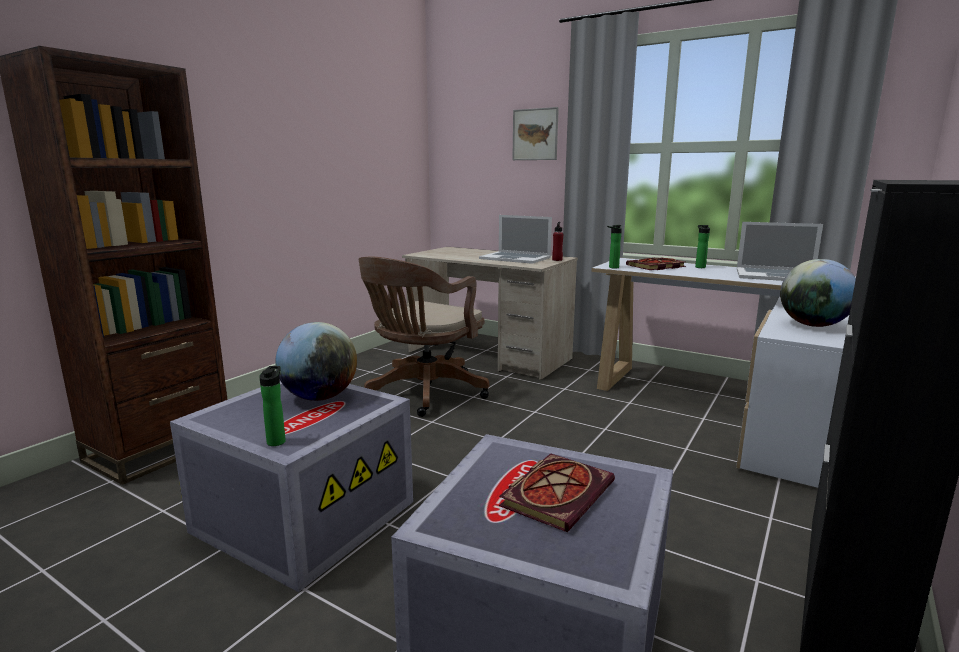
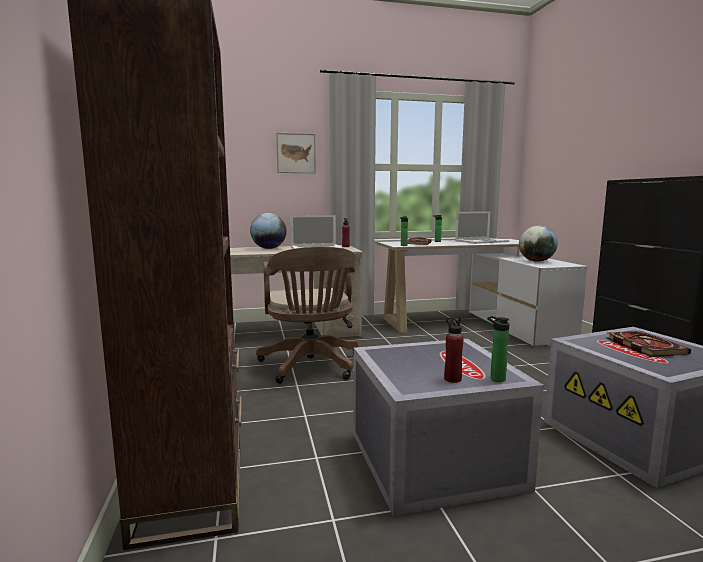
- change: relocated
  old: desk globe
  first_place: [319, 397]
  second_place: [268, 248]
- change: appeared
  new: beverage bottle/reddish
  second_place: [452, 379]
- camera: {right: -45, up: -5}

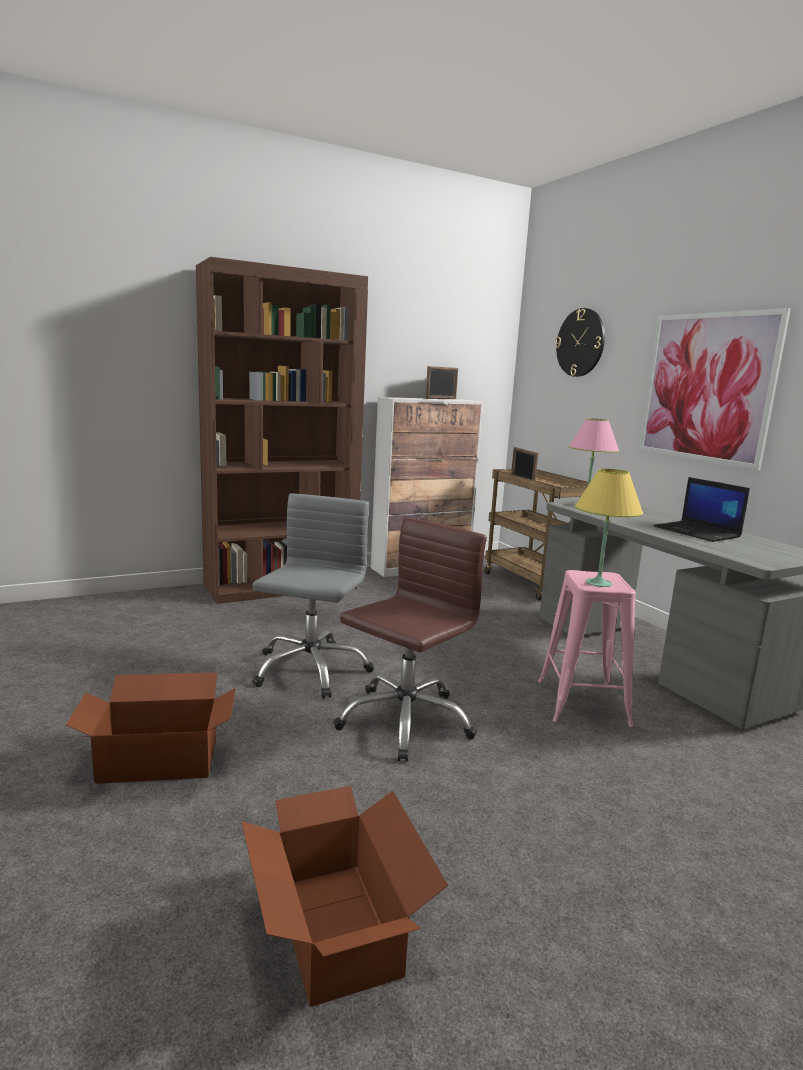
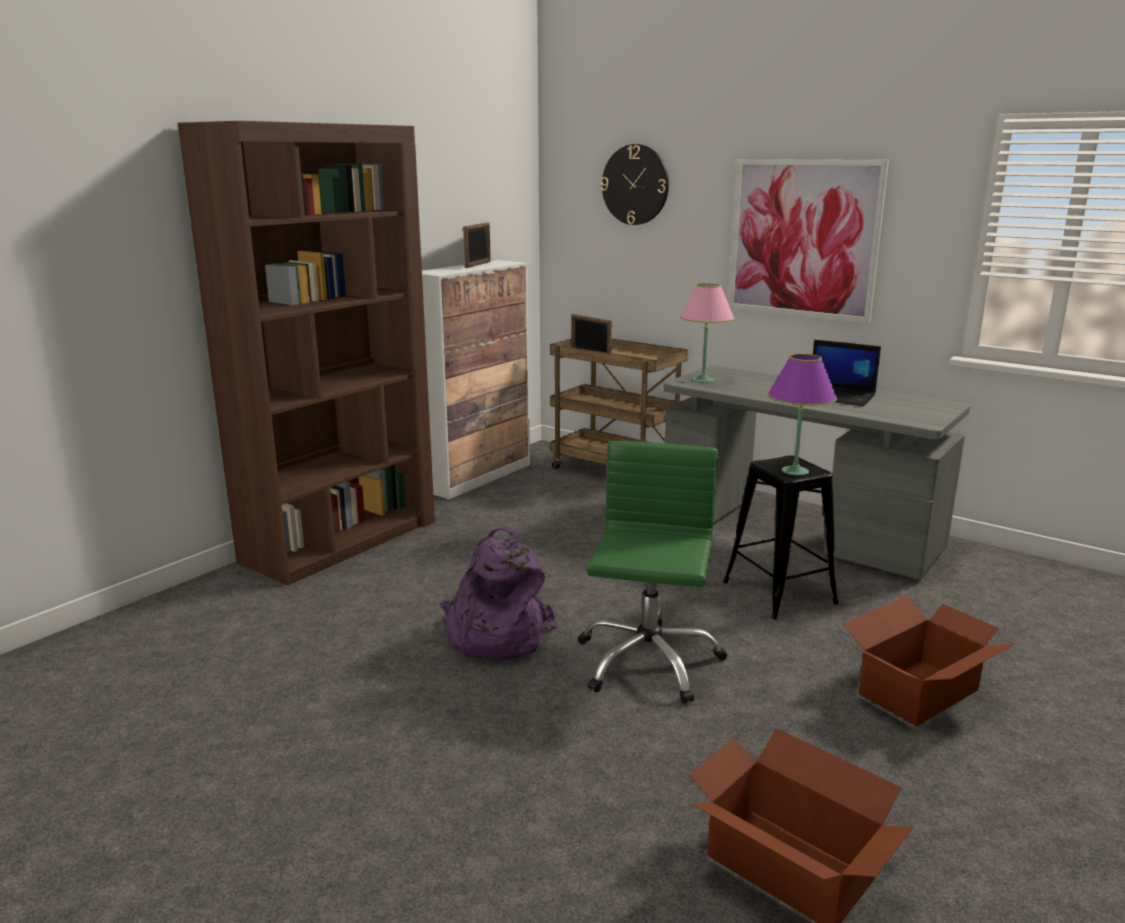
- change: colour
  old: table lamp/yellow-coloured
  new: table lamp/purplish
  first_place: [598, 583]
  second_place: [795, 471]
- change: exchanged
  old: computer chair/gray
  new: rucksack/purplish
  first_place: [310, 669]
  second_place: [494, 635]
- change: colour
  old: computer chair/brown-coloured
  new: computer chair/green-coloured
  first_place: [405, 720]
  second_place: [647, 661]
- change: colour
  old: stool/pink
  new: stool/black-coloured
  first_place: [582, 702]
  second_place: [779, 592]
- change: relocated
  old: carton
  first_place: [157, 760]
  second_place: [916, 691]
- camera: {right: -25, up: 5}

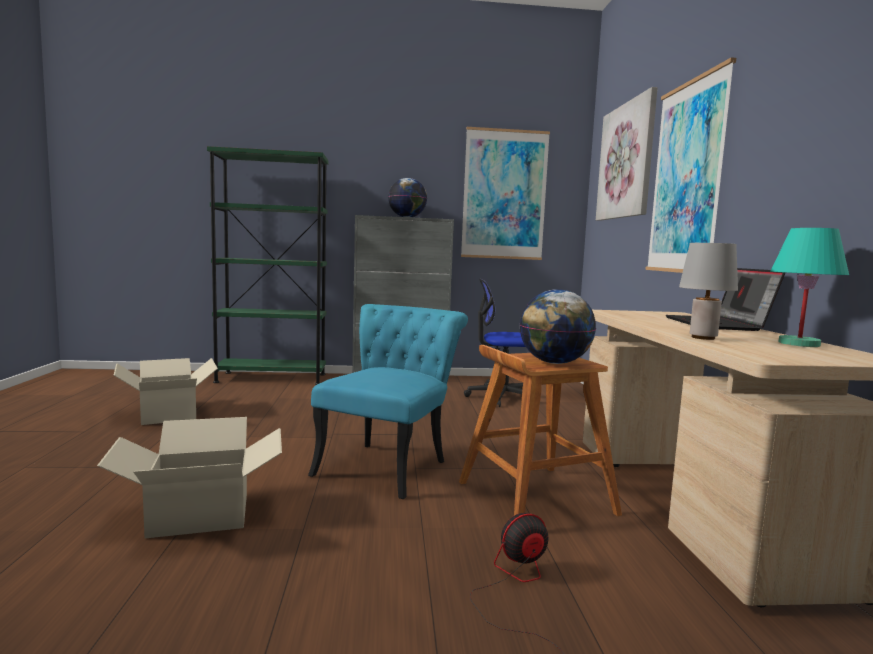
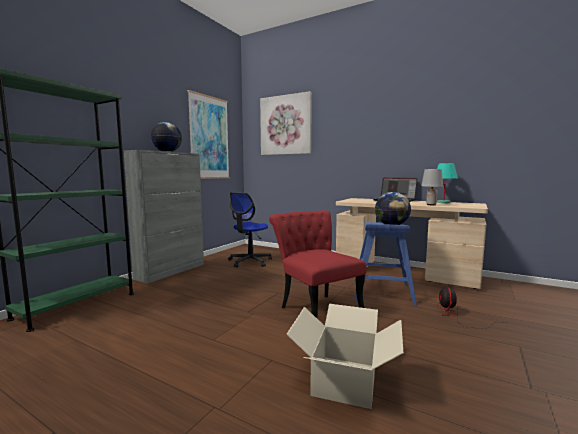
- change: missing
  old: picture
  first_place: [687, 178]
- change: colour
  old: plain chair/blue-green
  new: plain chair/reddish
  first_place: [388, 464]
  second_place: [316, 308]
- change: colour
  old: stool/brown-coloured
  new: stool/blue-coloured
  first_place: [534, 497]
  second_place: [382, 291]
- change: missing
  old: carton
  first_place: [169, 414]
- camera: {right: -55, up: 0}

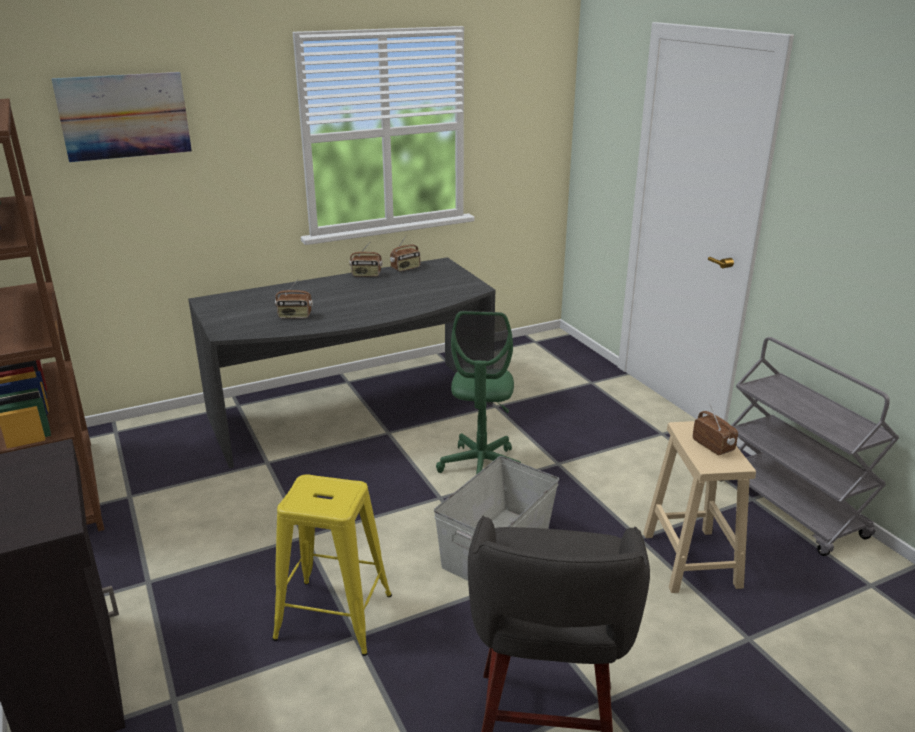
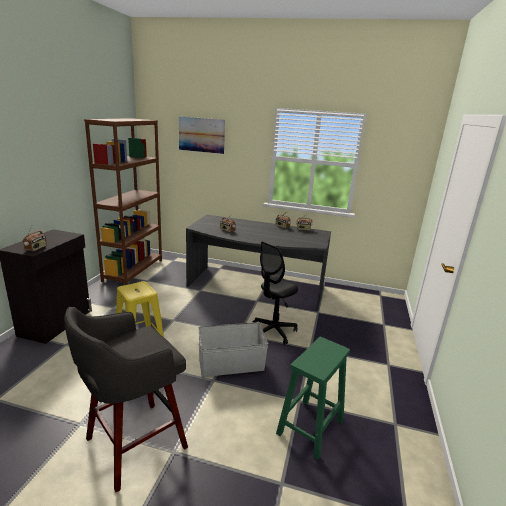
- change: colour
  old: computer chair/green-coloured
  new: computer chair/black-coloured
  first_place: [481, 467]
  second_place: [273, 331]
- change: missing
  old: trolley/gray
  first_place: [791, 508]
- change: relocated
  old: radio
  first_place: [713, 446]
  second_place: [36, 248]
- change: colour
  old: stool/beige
  new: stool/green-coloured
  first_place: [690, 558]
  second_place: [310, 426]
- camera: {right: 40, up: -5}

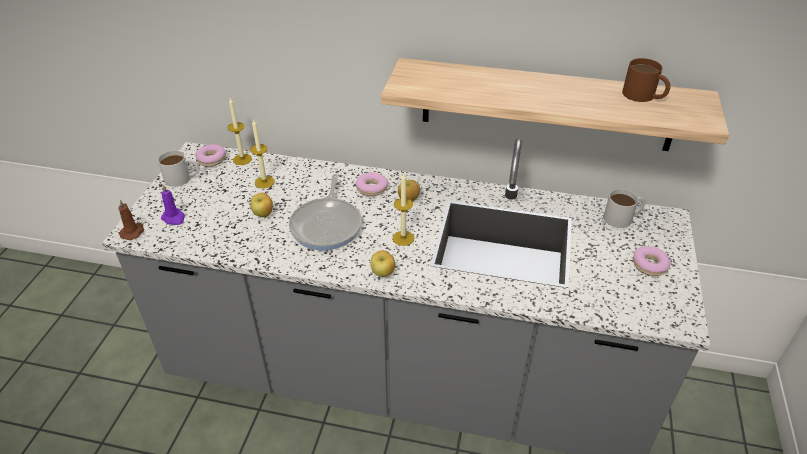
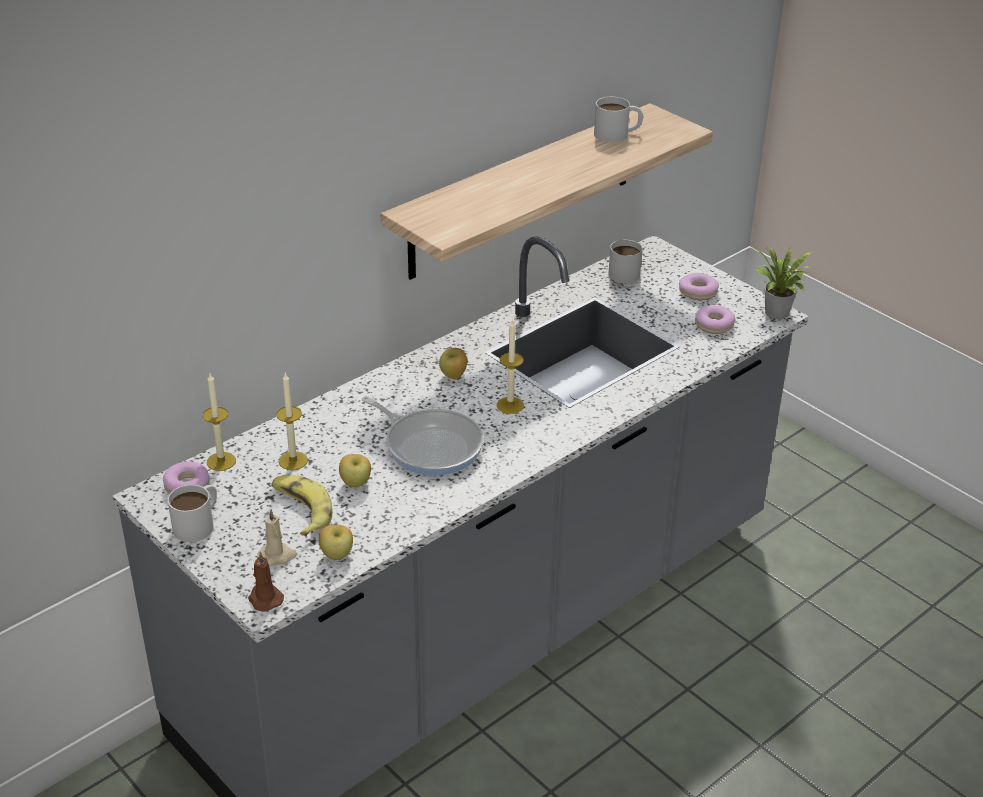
- change: colour
  old: mug/brown-coloured
  new: mug/white
  first_place: [644, 96]
  second_place: [617, 134]
- change: relocated
  old: doughnut
  first_place: [372, 188]
  second_place: [714, 325]
- change: colour
  old: wax candle/purplish
  new: wax candle/beige
  first_place: [174, 218]
  second_place: [277, 556]
- change: relocated
  old: whole apple
  first_place: [383, 273]
  second_place: [337, 555]
- change: appeared
  new: plant in a pot
  second_place: [776, 314]
- change: appeared
  new: whole banana
  second_place: [301, 510]
- camera: {right: -55, up: -5}

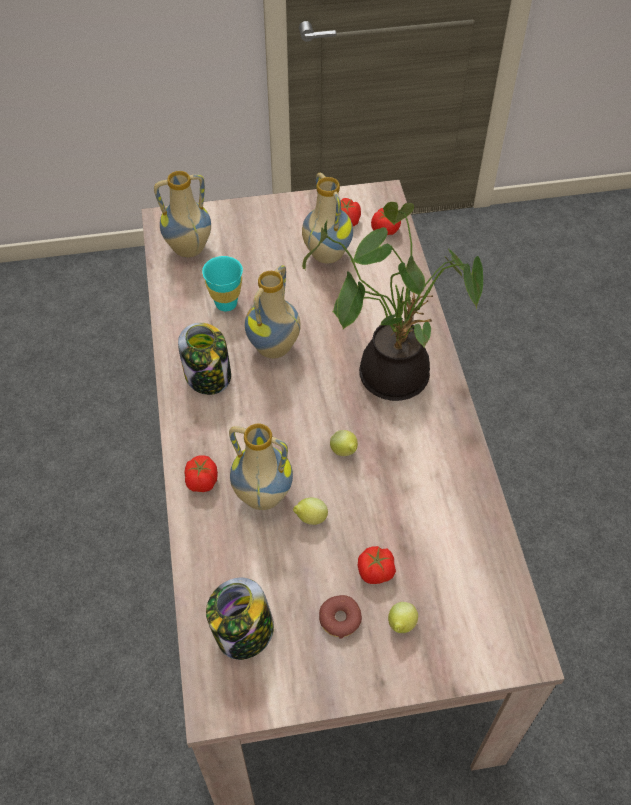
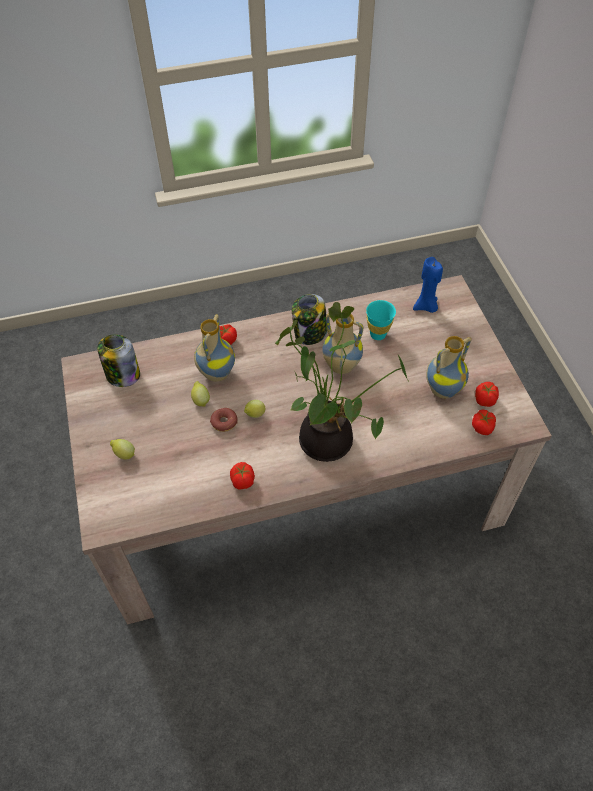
- change: exchanged
  old: vase
  new: wax candle/blue-coloured
  first_place: [189, 250]
  second_place: [426, 307]
- change: relocated
  old: whole tomato
  first_place: [376, 572]
  second_place: [242, 481]
- change: relocated
  old: doughnut
  first_place: [340, 619]
  second_place: [224, 422]
- camera: {right: 85, up: 0}

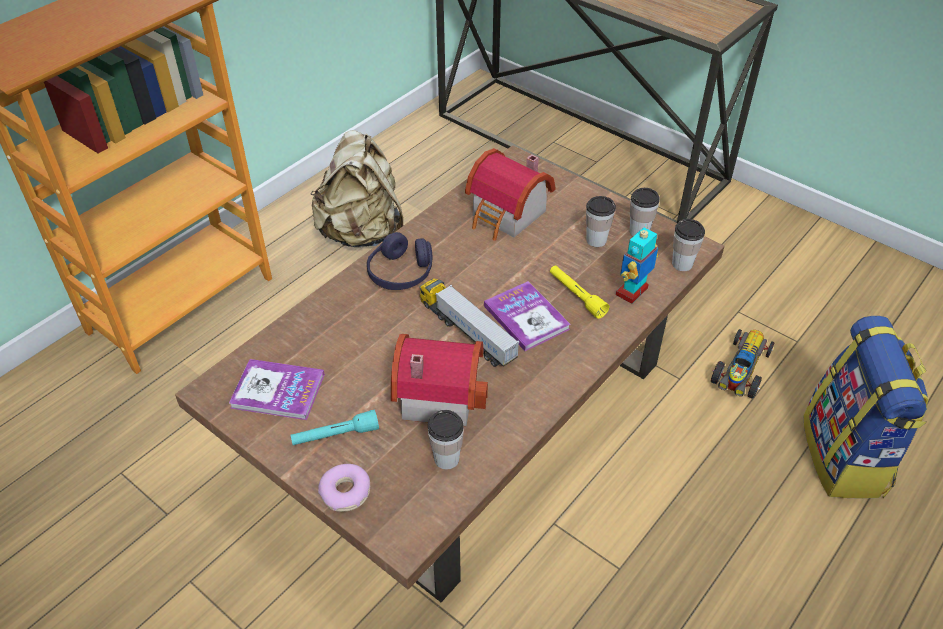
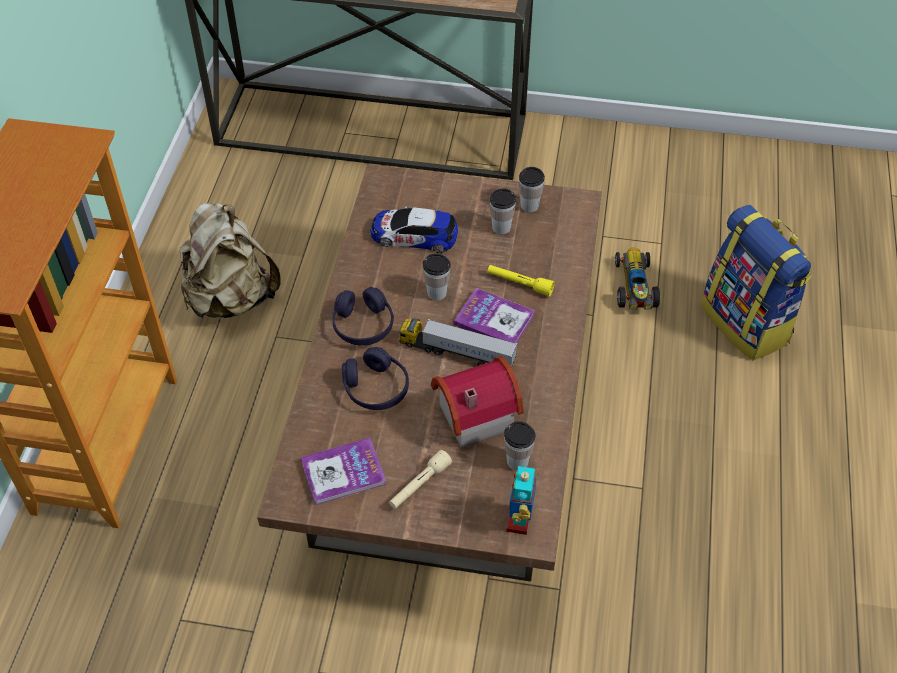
- change: exchanged
  old: miniature house
  new: toy car
  first_place: [507, 216]
  second_place: [414, 235]
- change: relocated
  old: small cup
  first_place: [682, 264]
  second_place: [436, 293]
- change: relocated
  old: robot figure
  first_place: [632, 292]
  second_place: [519, 520]
- change: colour
  old: torch/blue-green
  new: torch/beige
  first_place: [335, 435]
  second_place: [419, 485]
- change: missing
  old: doughnut
  first_place: [346, 492]
- change: appeared
  new: pair of headphones/purplish
  second_place: [376, 388]
- camera: {right: -30, up: 5}

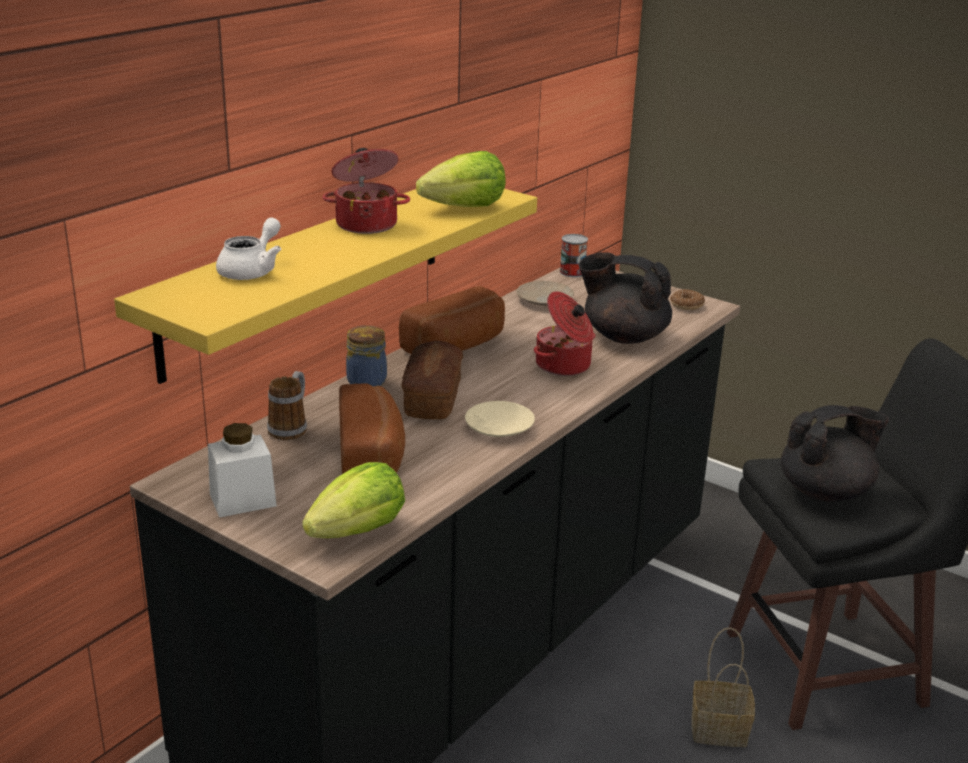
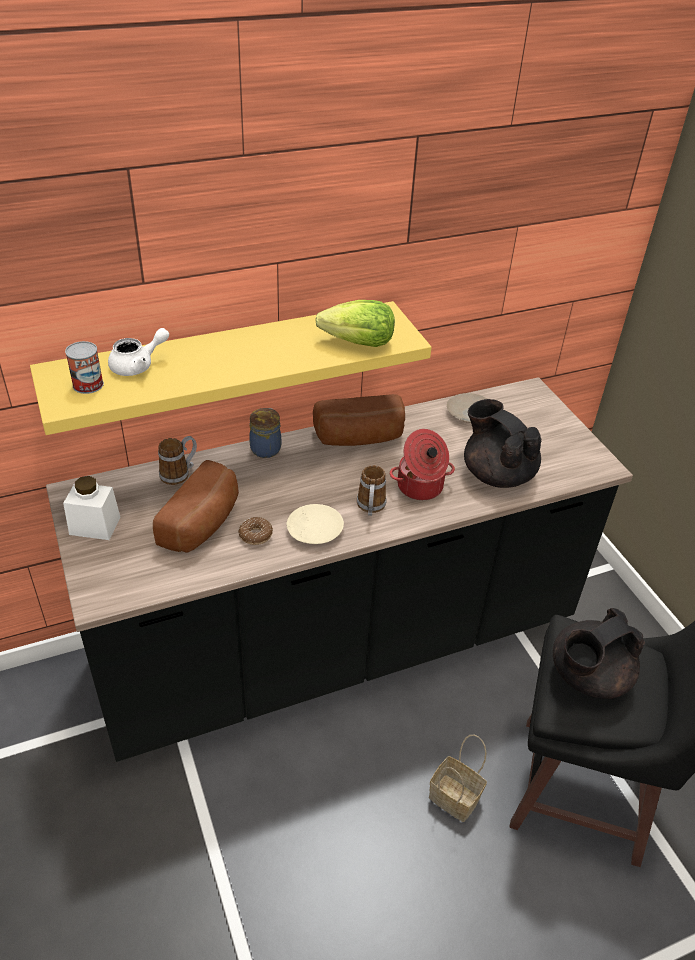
- change: missing
  old: stockpot
  first_place: [366, 224]
- change: relocated
  old: can
  first_place: [572, 272]
  second_place: [88, 385]
- change: relocated
  old: doughnut
  first_place: [686, 305]
  second_place: [255, 535]
- change: missing
  old: baked bread
  first_place: [432, 398]
- change: spun
  old: teapot/black-coloured
  first_place: [826, 491]
  second_place: [587, 676]
  degrees: 135
- change: missing
  old: lettuce
  first_place: [359, 531]
- change: appeared
  new: mug
  second_place: [370, 508]
- camera: {right: 30, up: 15}

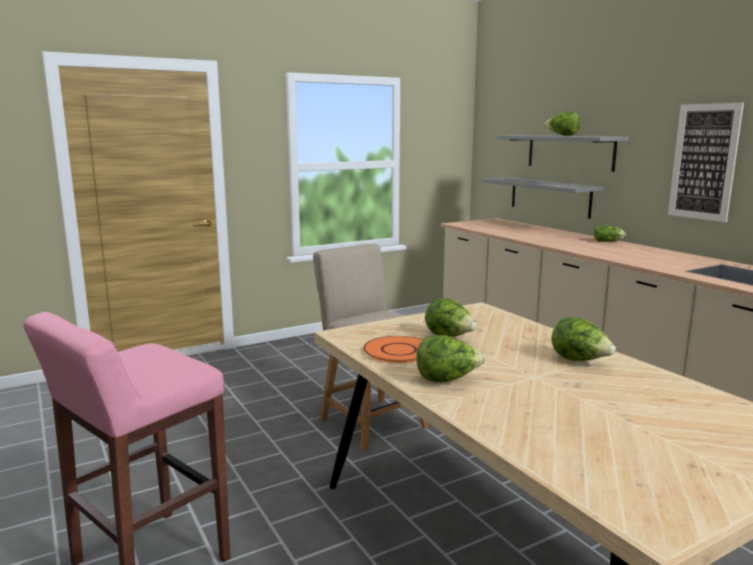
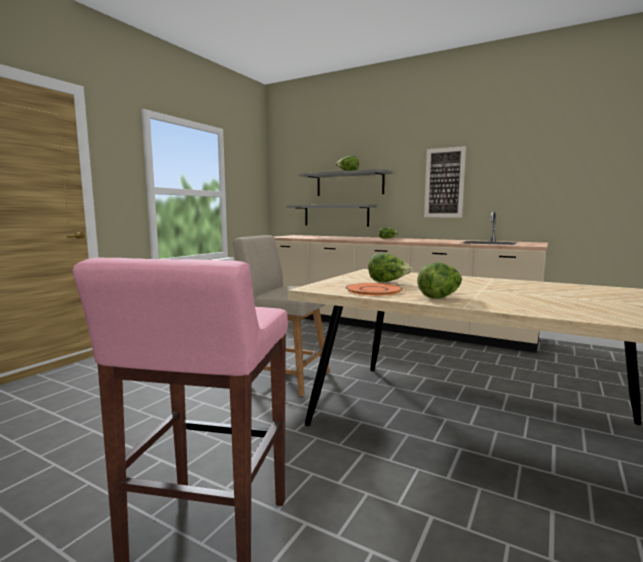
- change: missing
  old: lettuce
  first_place: [579, 361]
- camera: {right: -30, up: -5}

